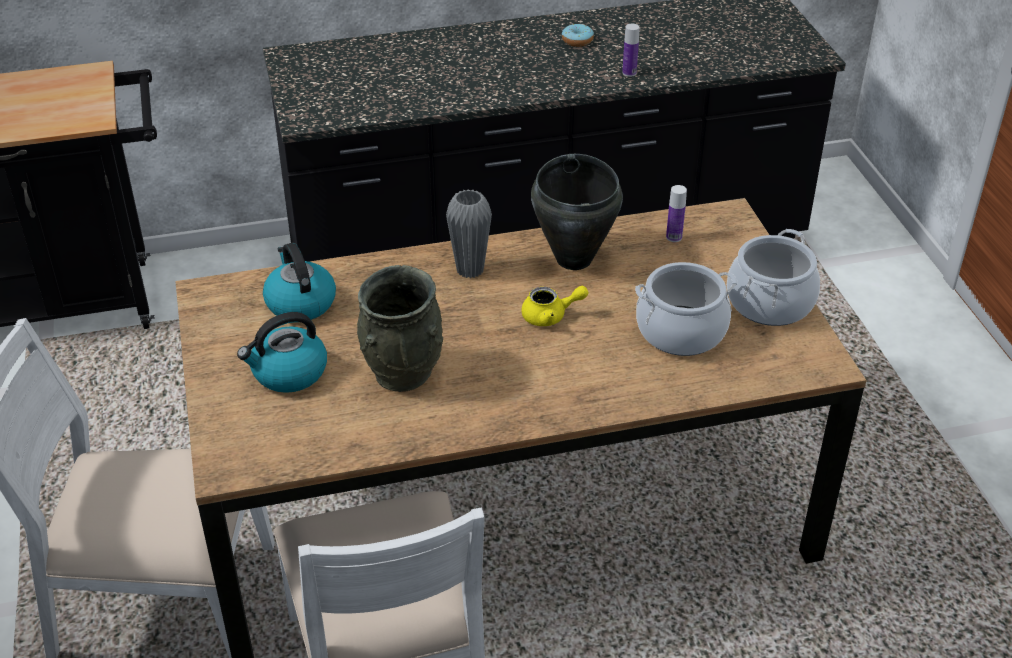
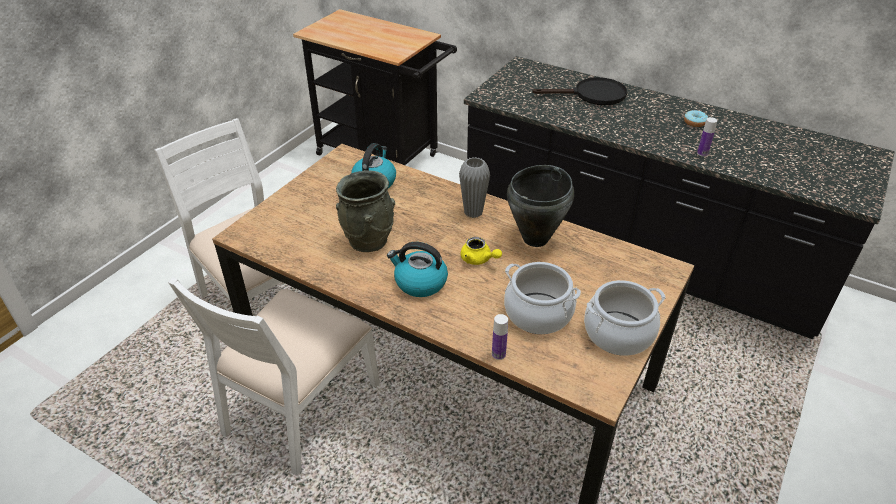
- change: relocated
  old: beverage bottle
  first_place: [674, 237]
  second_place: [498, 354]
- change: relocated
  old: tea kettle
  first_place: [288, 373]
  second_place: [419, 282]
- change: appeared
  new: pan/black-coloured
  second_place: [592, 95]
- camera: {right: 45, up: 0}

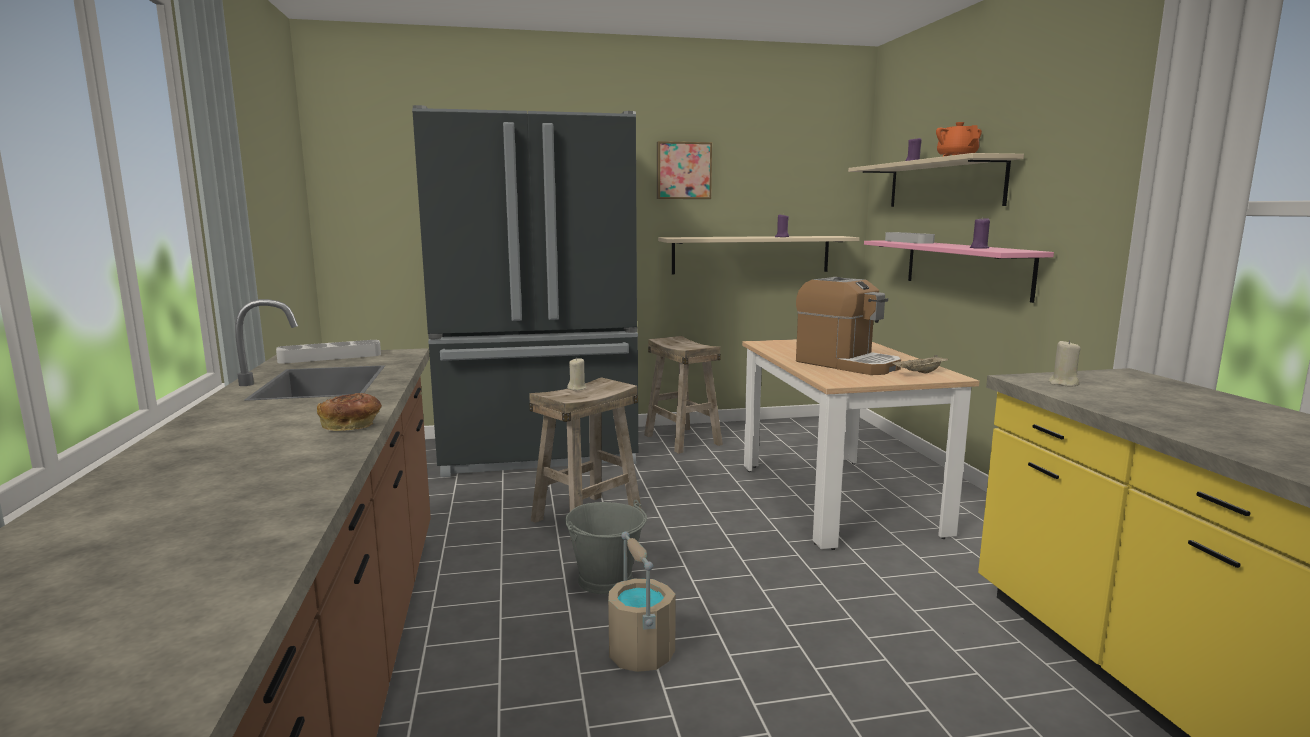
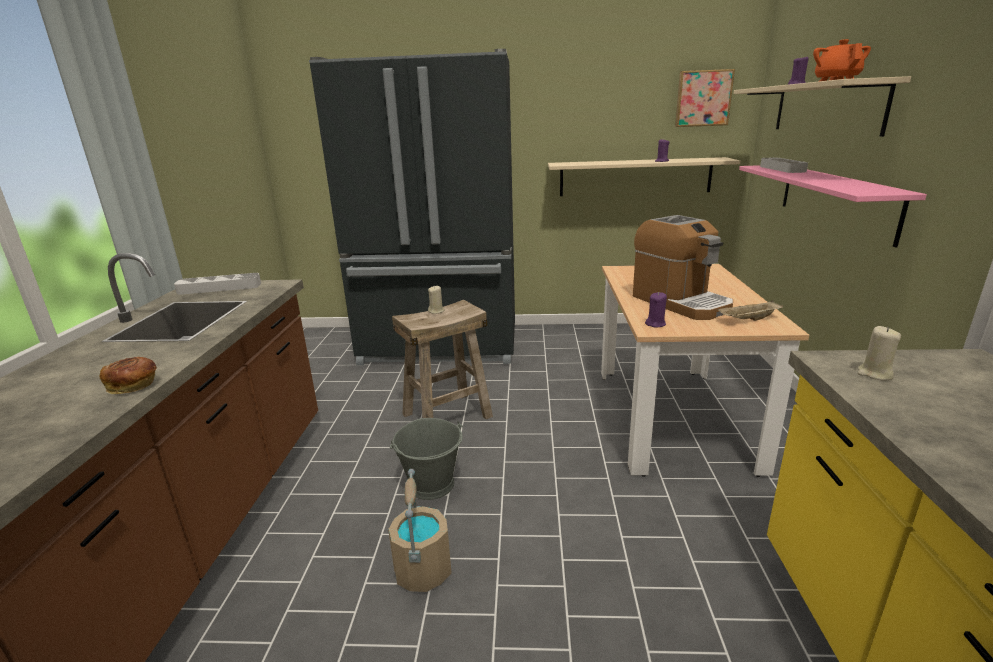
- change: relocated
  old: picture
  first_place: [683, 170]
  second_place: [703, 98]
- change: relocated
  old: wax candle/purplish
  first_place: [979, 248]
  second_place: [655, 324]
- change: missing
  old: stool/beige
  first_place: [681, 440]
- camera: {right: 15, up: 10}

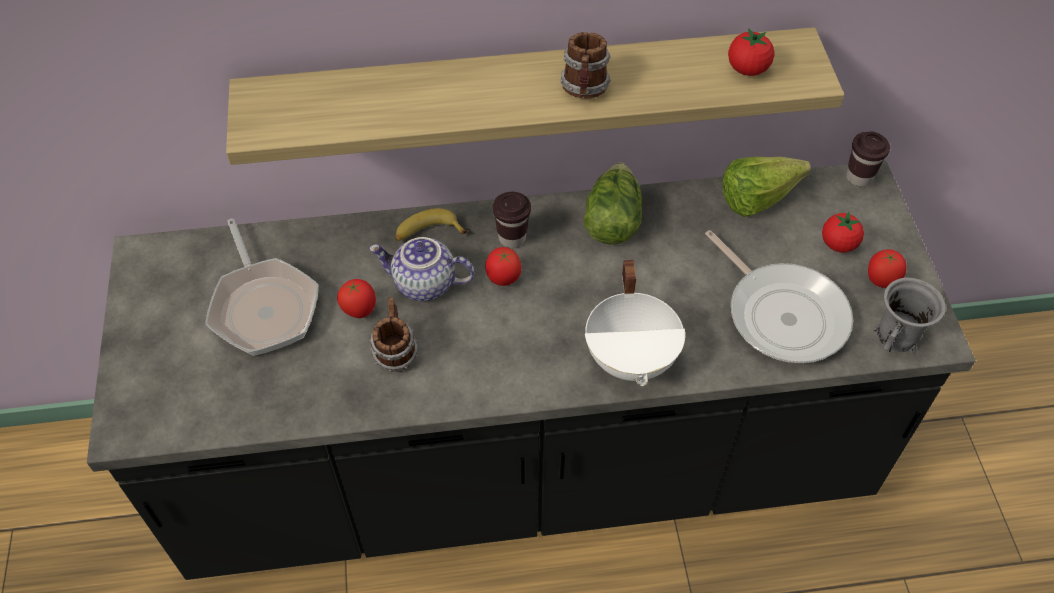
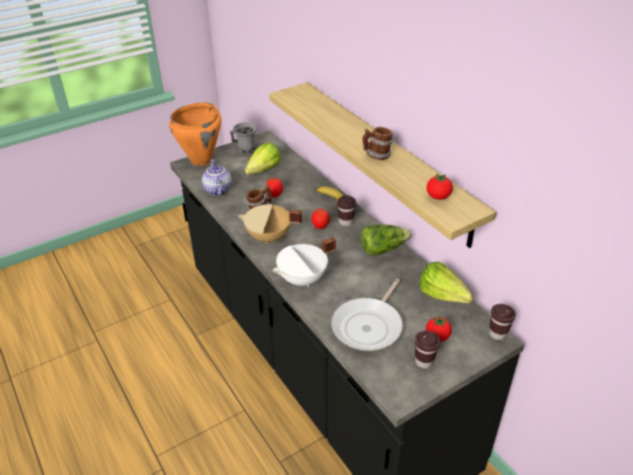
- change: exchanged
  old: pan
  new: lettuce
  first_place: [263, 306]
  second_place: [260, 172]
- change: relocated
  old: teapot
  first_place: [423, 285]
  second_place: [217, 190]
- change: exchanged
  old: whole tomato
  new: small cup/brown-coloured
  first_place: [880, 281]
  second_place: [424, 362]
- change: relocated
  old: mug/gray
  first_place: [897, 336]
  second_place: [246, 149]
- change: appeared
  new: stockpot/orange-coloured
  second_place: [201, 160]
- change: appeared
  new: stockpot/beige
  second_place: [269, 238]
- camera: {right: 65, up: -15}

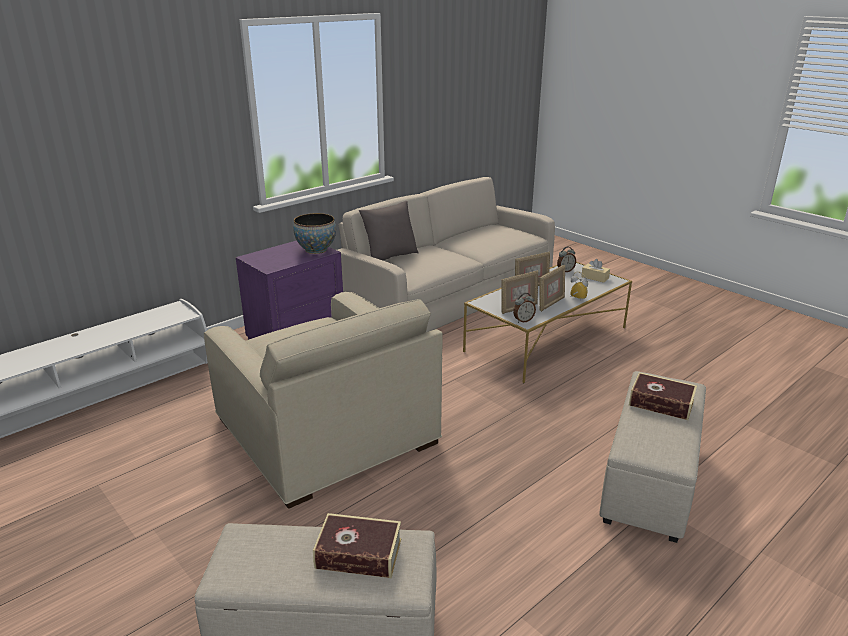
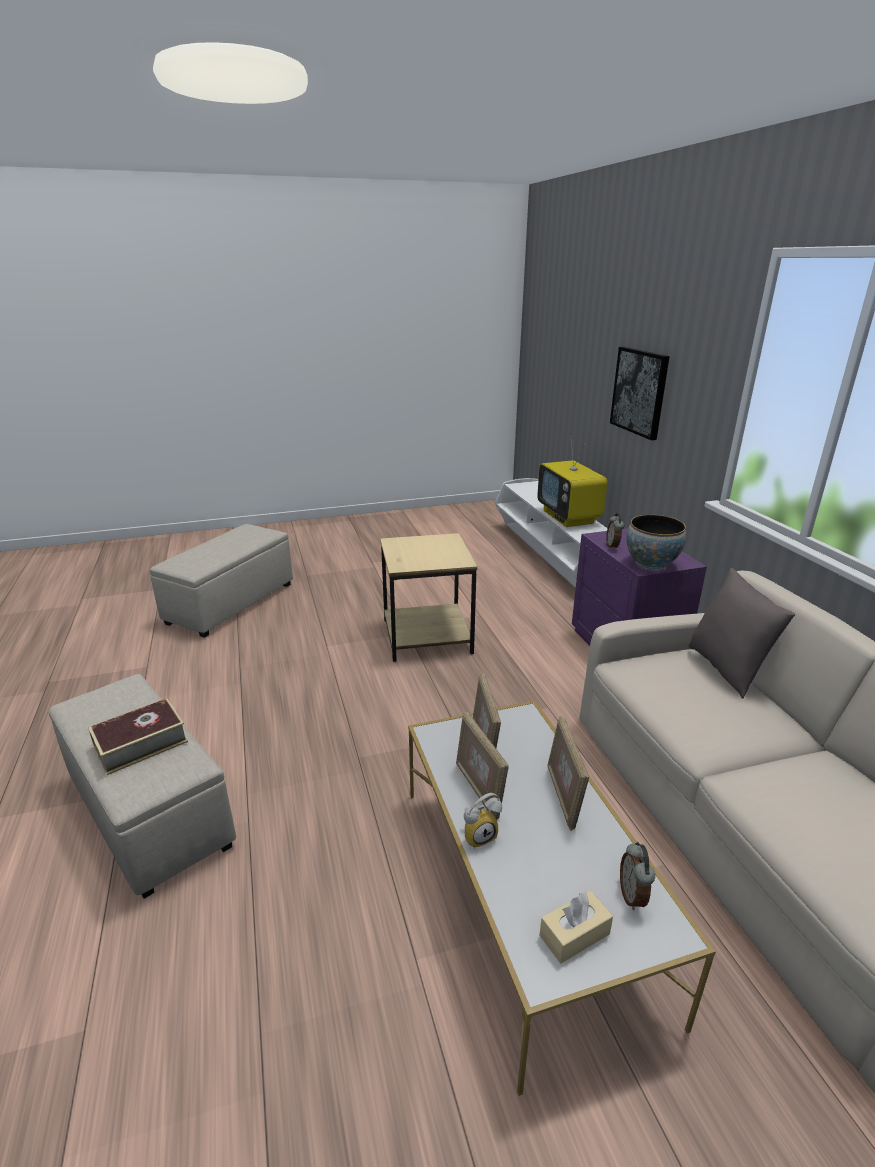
- change: exchanged
  old: armchair/beige
  new: end table/beige
  first_place: [326, 431]
  second_place: [425, 635]
- change: relocated
  old: table clock
  first_place: [523, 320]
  second_place: [613, 546]
- change: missing
  old: bound book
  first_place: [358, 554]
- change: appeared
  new: picture
  second_place: [639, 392]
- change: appeared
  new: TV set
  second_place: [569, 517]
- camera: {right: 115, up: 0}

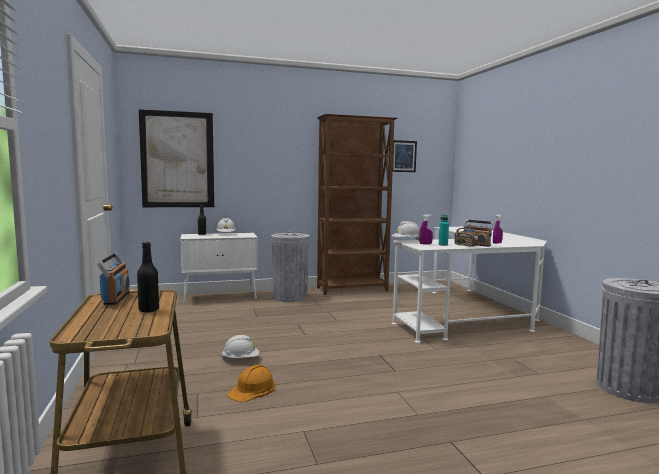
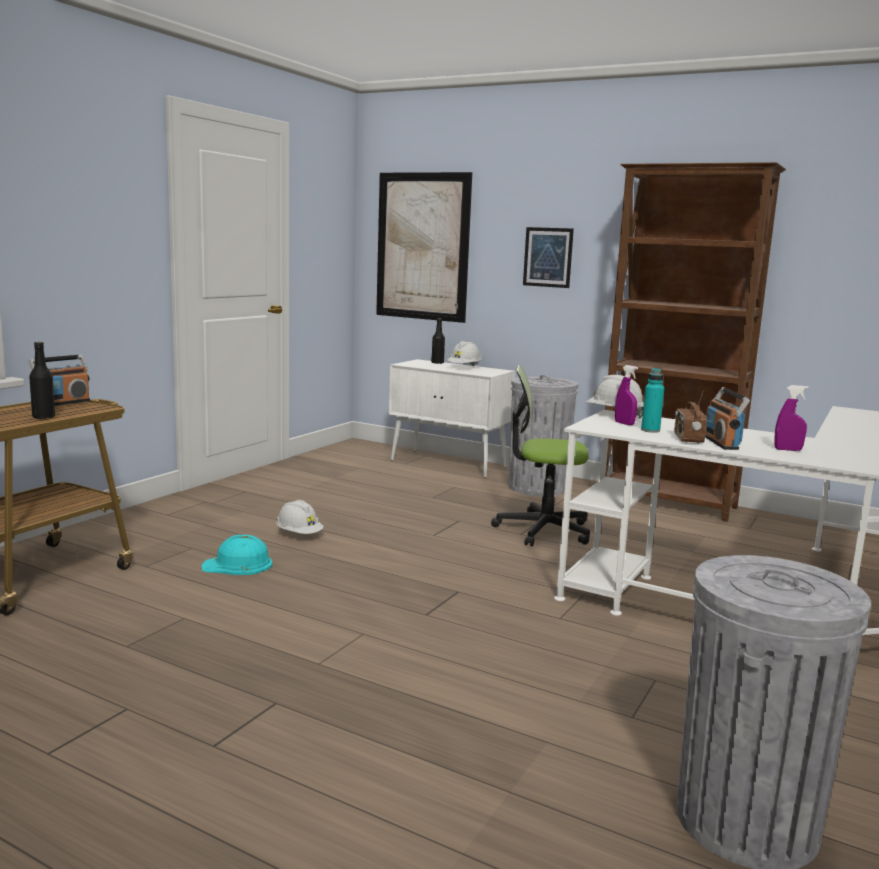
- change: relocated
  old: picture
  first_place: [403, 156]
  second_place: [548, 257]
- change: colour
  old: work helmet/orange-coloured
  new: work helmet/blue-green
  first_place: [252, 389]
  second_place: [238, 565]
- change: appeared
  new: computer chair
  second_place: [543, 530]
- camera: {right: 45, up: 5}

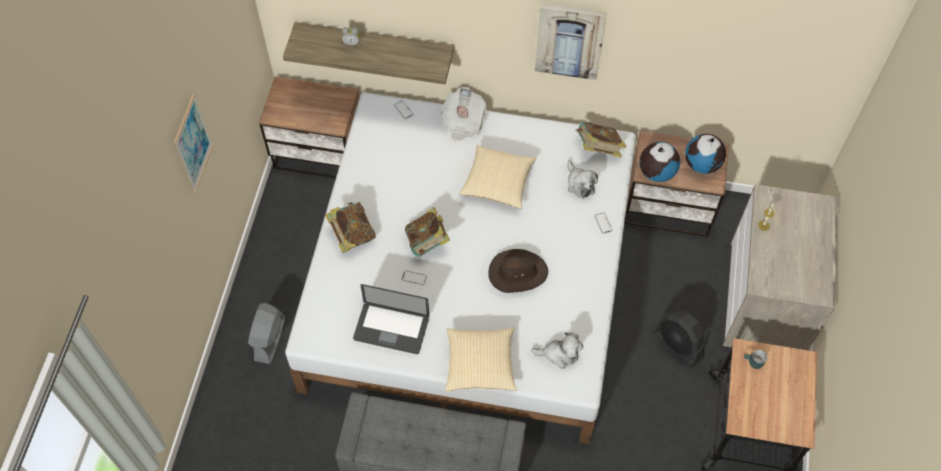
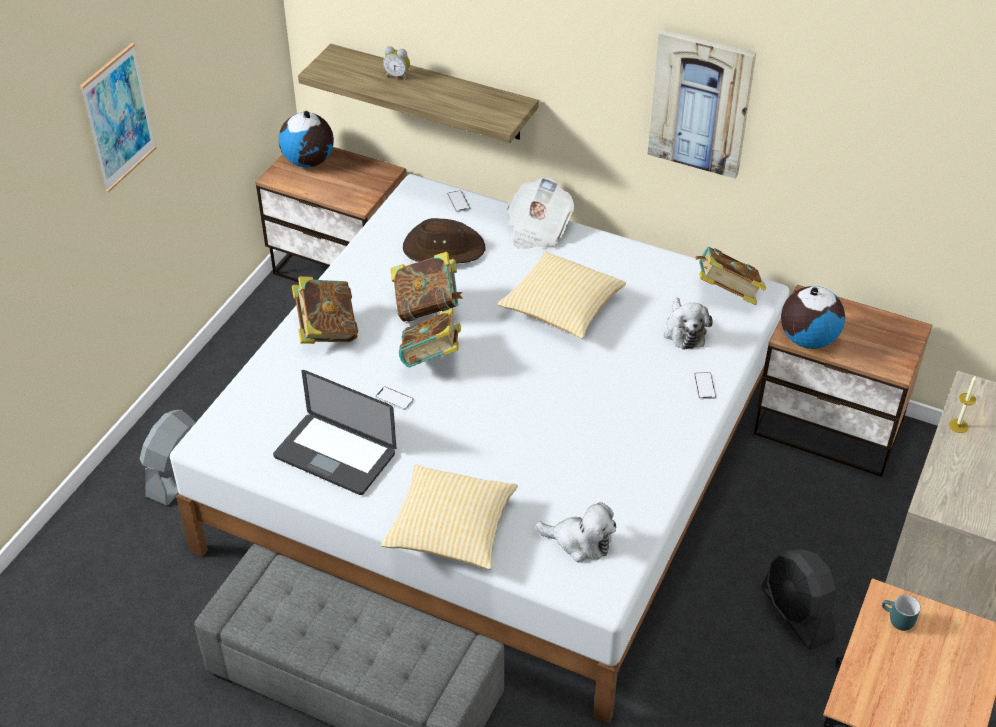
- change: relocated
  old: desk globe
  first_place: [702, 165]
  second_place: [309, 162]
- change: relocated
  old: wearable hat/brown-coloured
  first_place: [517, 273]
  second_place: [443, 248]
- change: appeared
  new: bound book
  second_place: [427, 307]
- camera: {right: 15, up: -15}

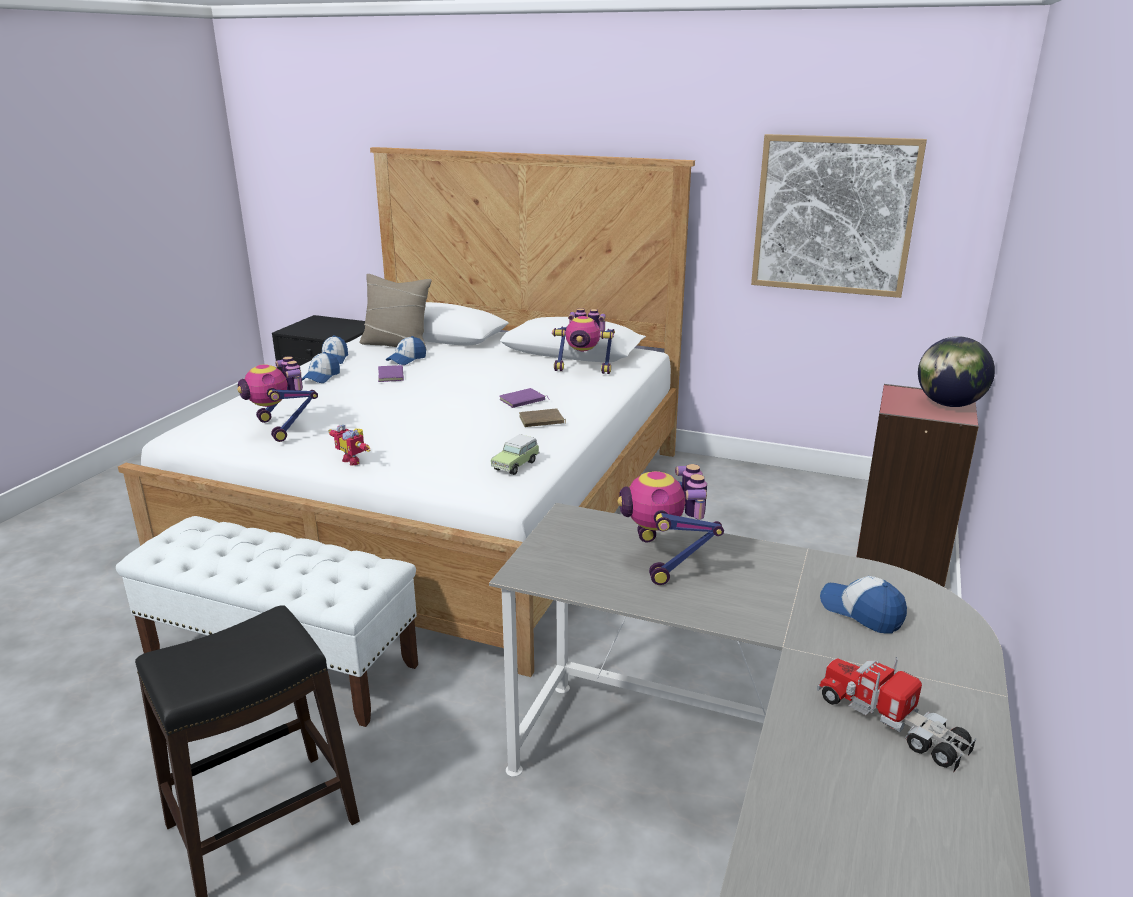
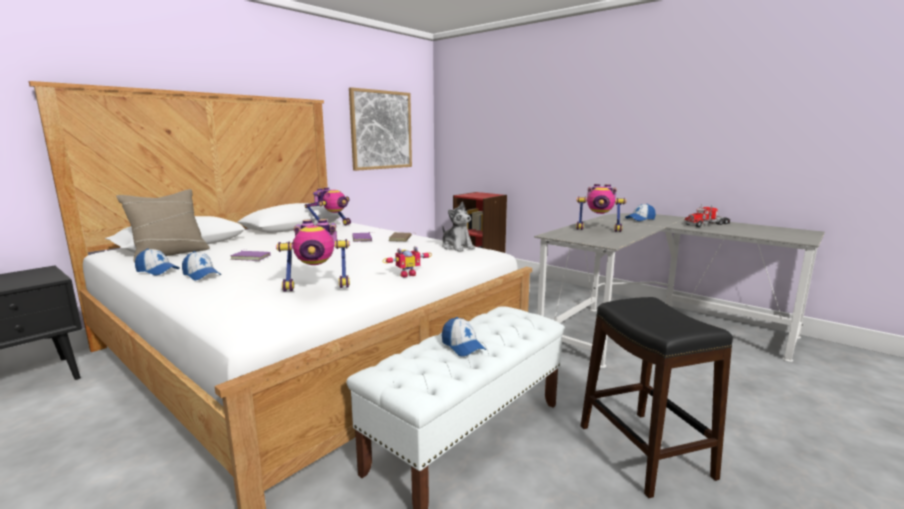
- change: relocated
  old: baseball cap
  first_place: [406, 359]
  second_place: [462, 346]
- change: missing
  old: desk globe
  first_place: [948, 404]
- change: exchanged
  old: toy car
  new: soft toy
  first_place: [516, 465]
  second_place: [457, 247]
- camera: {right: -70, up: -10}

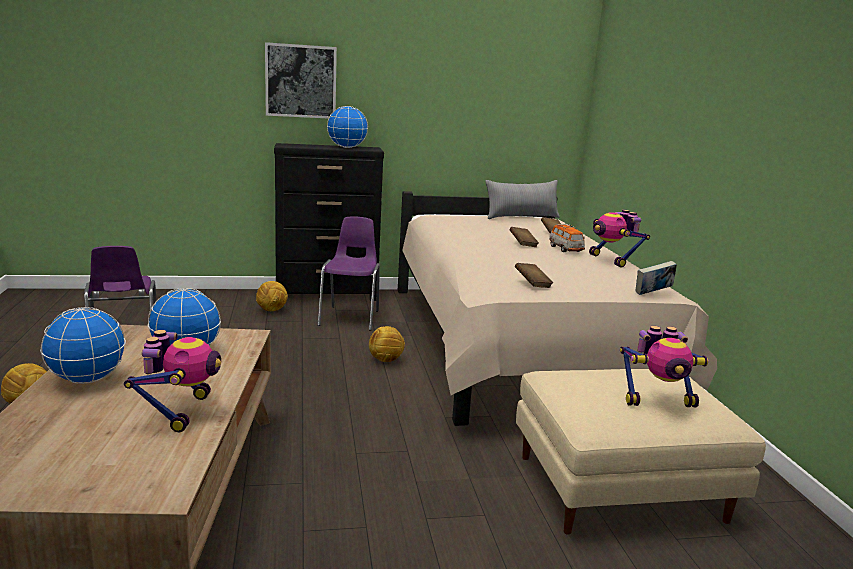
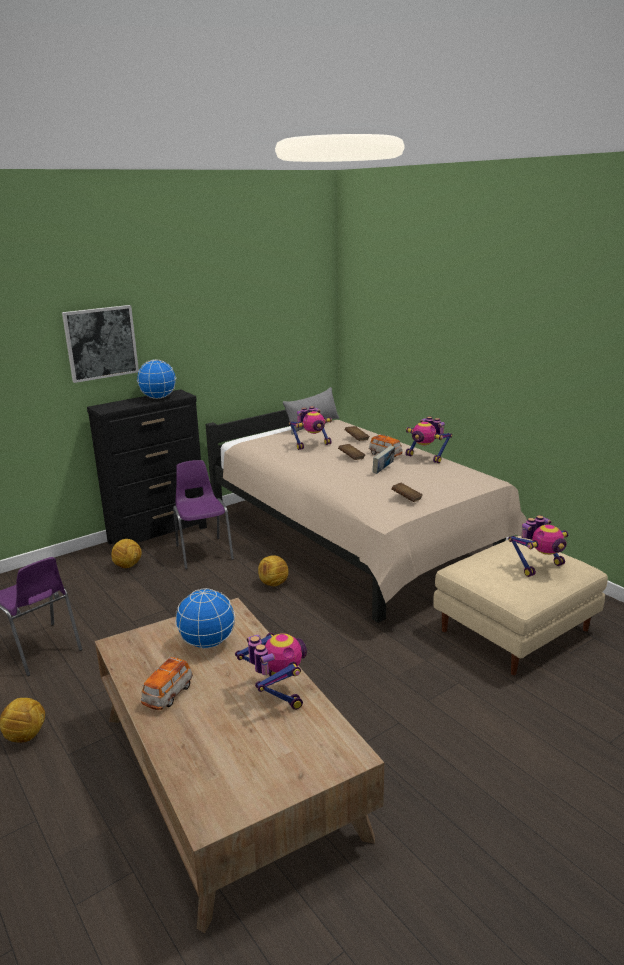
- change: relocated
  old: bound book
  first_place: [653, 293]
  second_place: [383, 470]
- change: exchanged
  old: desk globe
  new: toy car
  first_place: [88, 379]
  second_place: [168, 695]
- change: appeared
  new: robot figure
  second_place: [312, 445]
- camera: {right: -25, up: 5}

